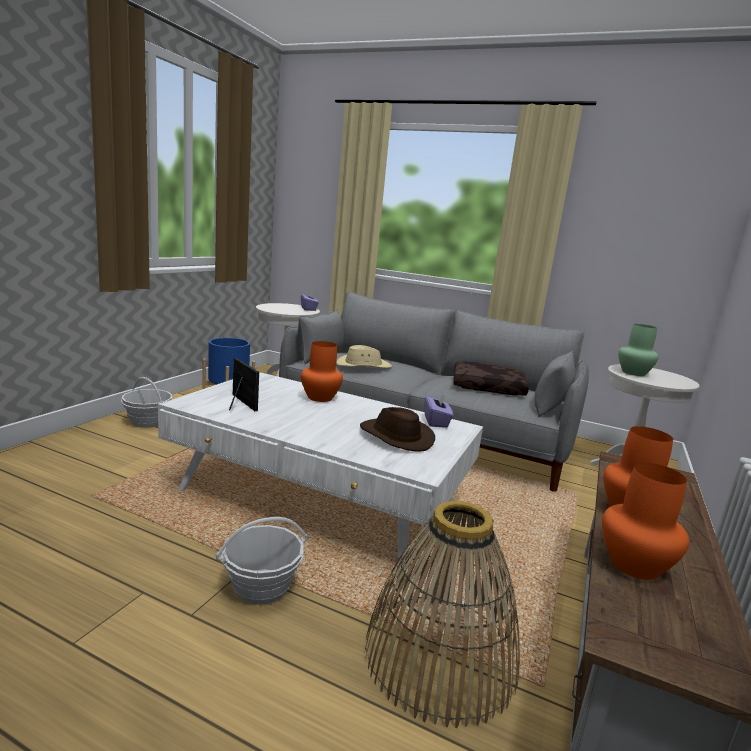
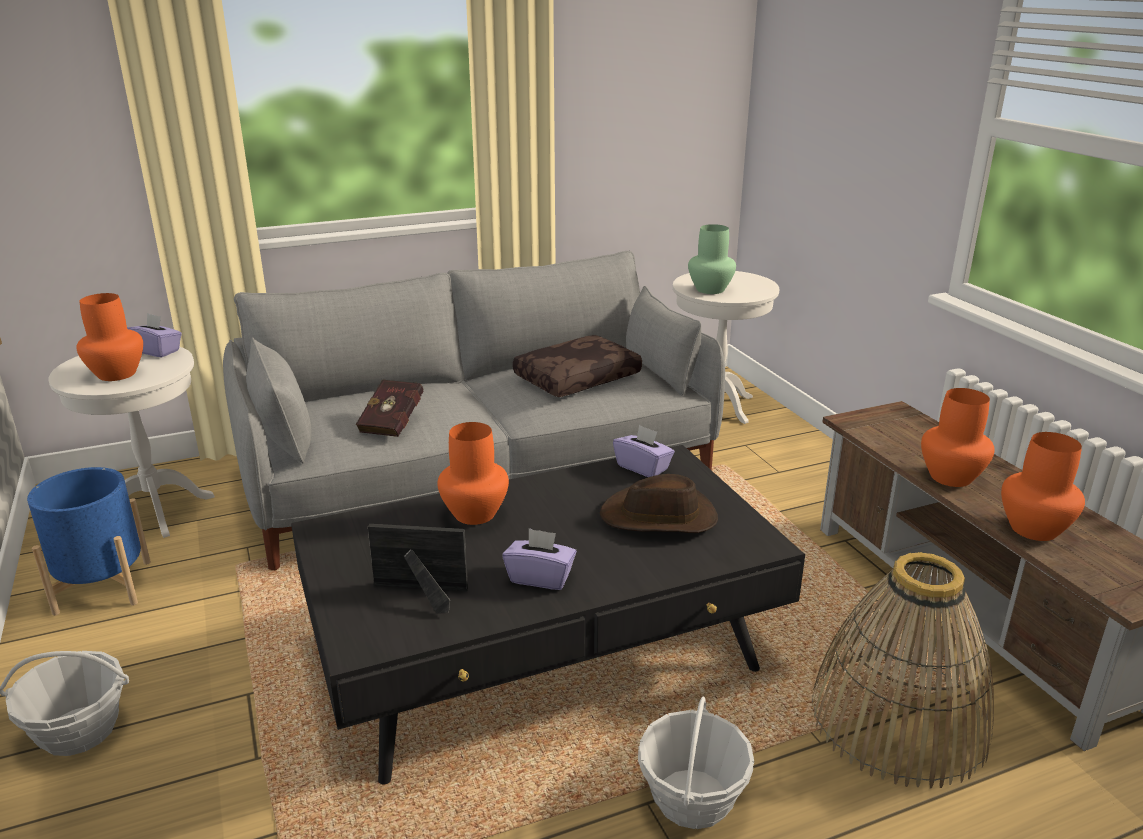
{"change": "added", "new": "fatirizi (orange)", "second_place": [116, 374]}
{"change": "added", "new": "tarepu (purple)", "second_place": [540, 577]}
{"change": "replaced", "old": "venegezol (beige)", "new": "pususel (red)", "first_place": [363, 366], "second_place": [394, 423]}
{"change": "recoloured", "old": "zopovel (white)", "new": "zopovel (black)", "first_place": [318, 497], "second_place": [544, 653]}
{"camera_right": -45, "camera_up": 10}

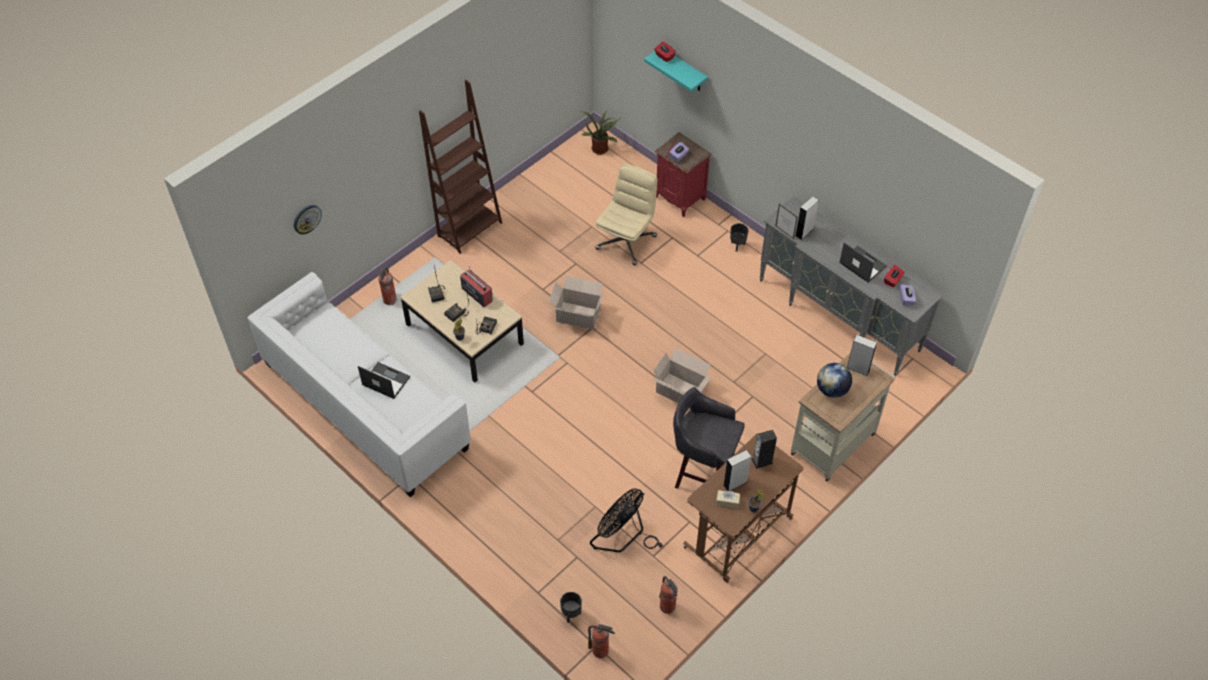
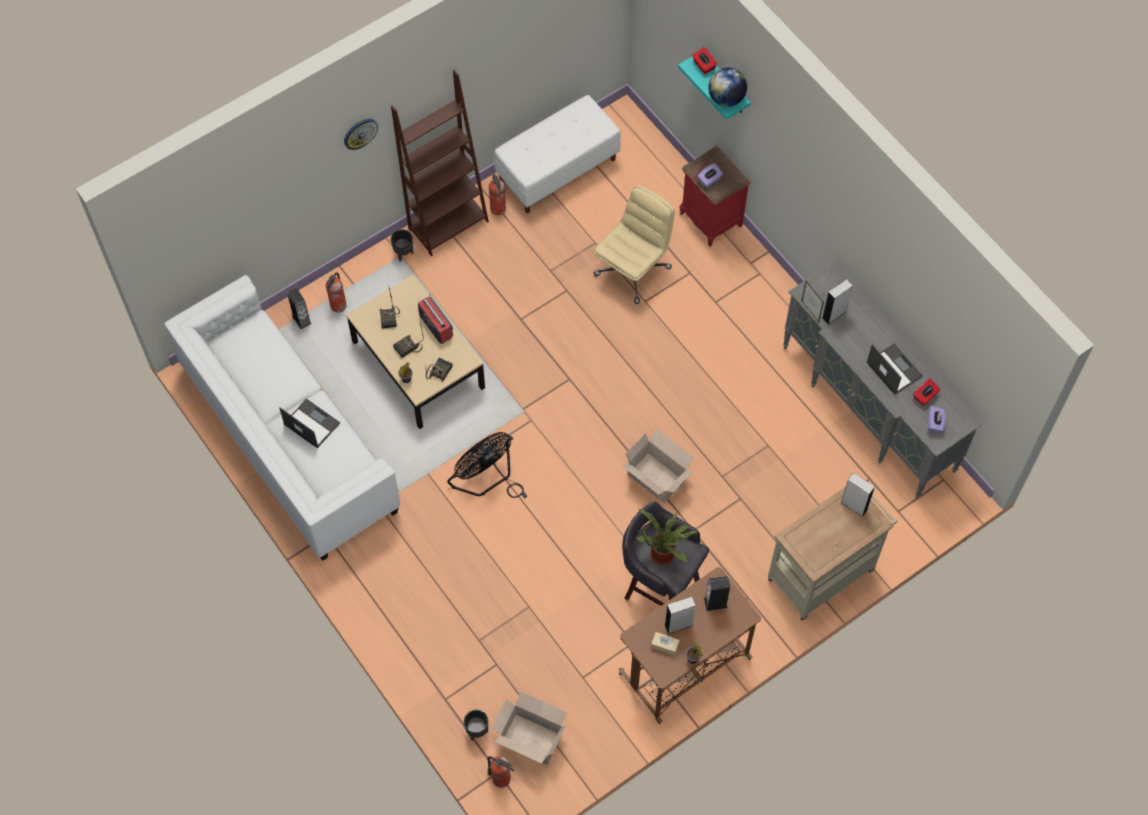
{"change": "added", "new": "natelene", "second_place": [302, 320]}
{"change": "added", "new": "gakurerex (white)", "second_place": [557, 169]}
{"change": "moved", "old": "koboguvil", "first_place": [307, 219], "second_place": [360, 133]}
{"change": "moved", "old": "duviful", "first_place": [577, 315], "second_place": [530, 738]}
{"change": "moved", "old": "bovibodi", "first_place": [601, 148], "second_place": [664, 552]}
{"change": "moved", "old": "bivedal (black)", "first_place": [626, 534], "second_place": [490, 478]}
{"change": "moved", "old": "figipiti", "first_place": [668, 607], "second_place": [498, 209]}
{"change": "moved", "old": "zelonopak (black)", "first_place": [737, 245], "second_place": [404, 254]}
{"change": "moved", "old": "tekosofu", "first_place": [832, 390], "second_place": [726, 98]}
{"camera_right": 10, "camera_up": 10}

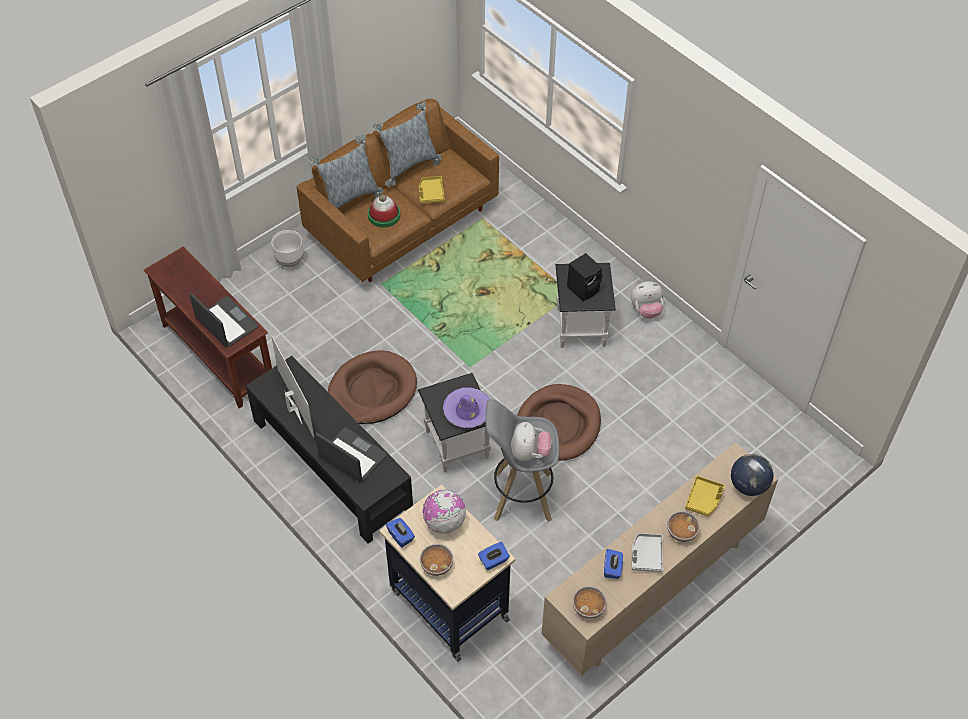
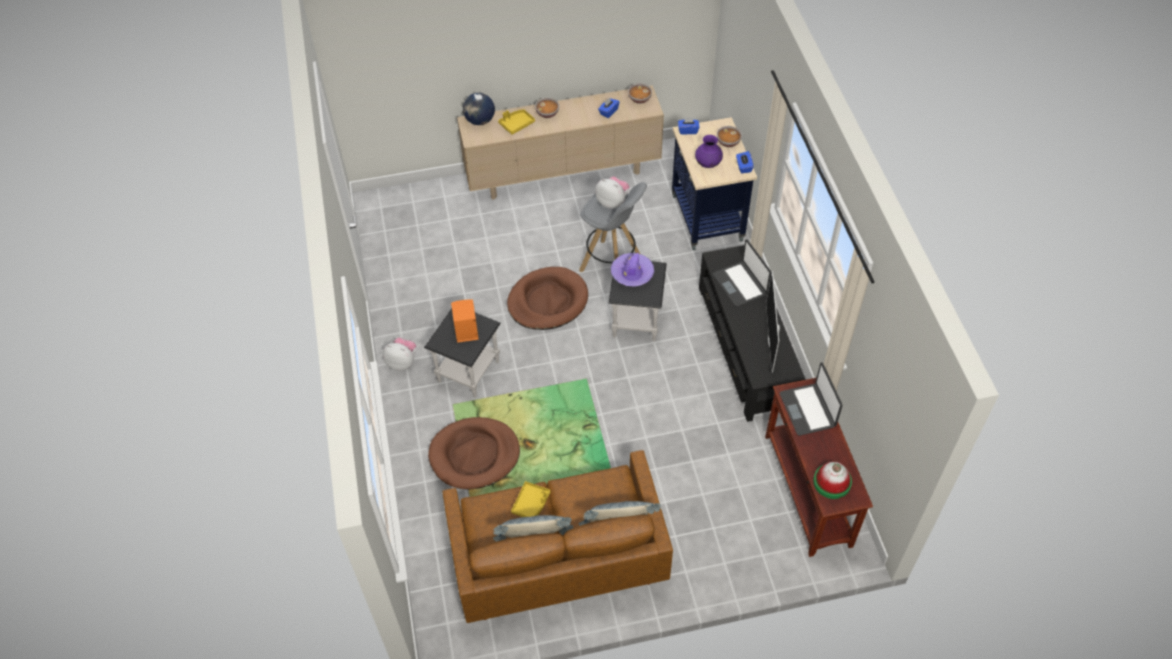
{"change": "removed", "old": "zelonopak (white)", "first_place": [290, 261]}
{"change": "removed", "old": "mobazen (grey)", "first_place": [646, 555]}
{"change": "moved", "old": "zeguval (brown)", "first_place": [372, 390], "second_place": [474, 455]}
{"change": "moved", "old": "venegezol", "first_place": [384, 215], "second_place": [832, 482]}
{"change": "replaced", "old": "tekosofu", "new": "fatirizi (purple)", "first_place": [444, 522], "second_place": [708, 164]}
{"change": "recoloured", "old": "natelene (black)", "new": "natelene (orange)", "first_place": [584, 288], "second_place": [465, 331]}
{"change": "turned", "old": "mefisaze", "first_place": [529, 453], "second_place": [612, 202], "degrees": 90}
{"camera_right": -150, "camera_up": 0}

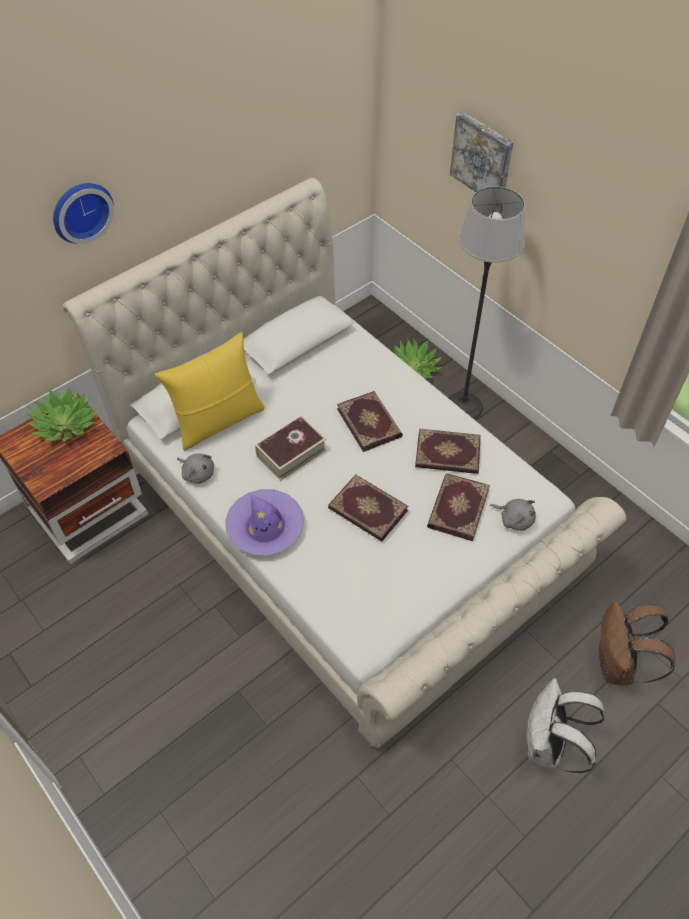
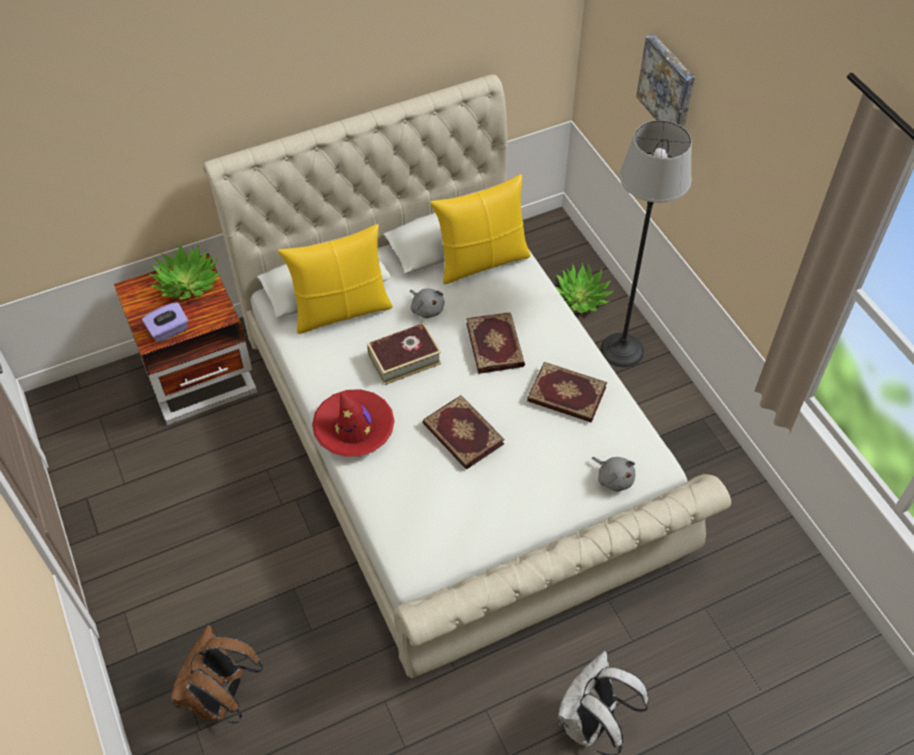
{"change": "removed", "old": "koboguvil", "first_place": [80, 210]}
{"change": "removed", "old": "pususel", "first_place": [457, 508]}
{"change": "added", "new": "tarepu (purple)", "second_place": [169, 331]}
{"change": "added", "new": "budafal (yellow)", "second_place": [482, 261]}
{"change": "moved", "old": "mefisaze (grey)", "first_place": [197, 473], "second_place": [426, 309]}
{"change": "moved", "old": "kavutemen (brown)", "first_place": [617, 666], "second_place": [222, 698]}
{"change": "recoloured", "old": "venegezol (purple)", "new": "venegezol (red)", "first_place": [265, 527], "second_place": [354, 428]}
{"camera_right": 15, "camera_up": 0}

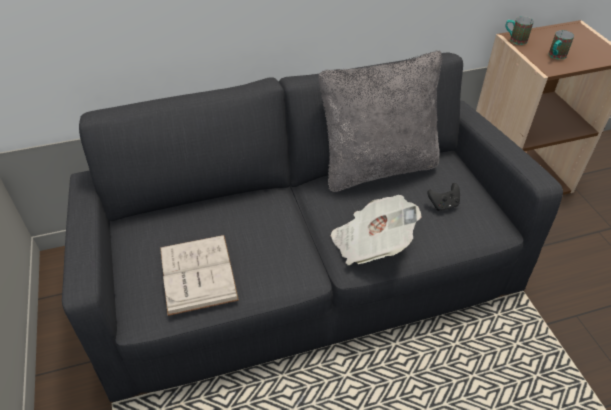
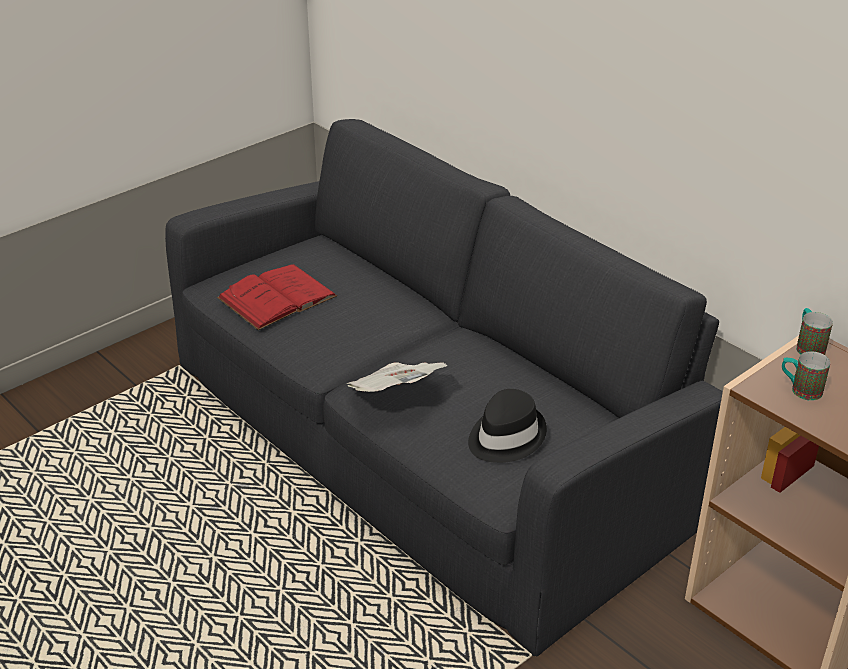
{"change": "removed", "old": "budafal (grey)", "first_place": [379, 170]}
{"change": "replaced", "old": "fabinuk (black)", "new": "venegezol (black)", "first_place": [443, 205], "second_place": [505, 437]}
{"change": "recoloured", "old": "pususel (white)", "new": "pususel (red)", "first_place": [198, 273], "second_place": [277, 297]}
{"camera_right": 65, "camera_up": -10}

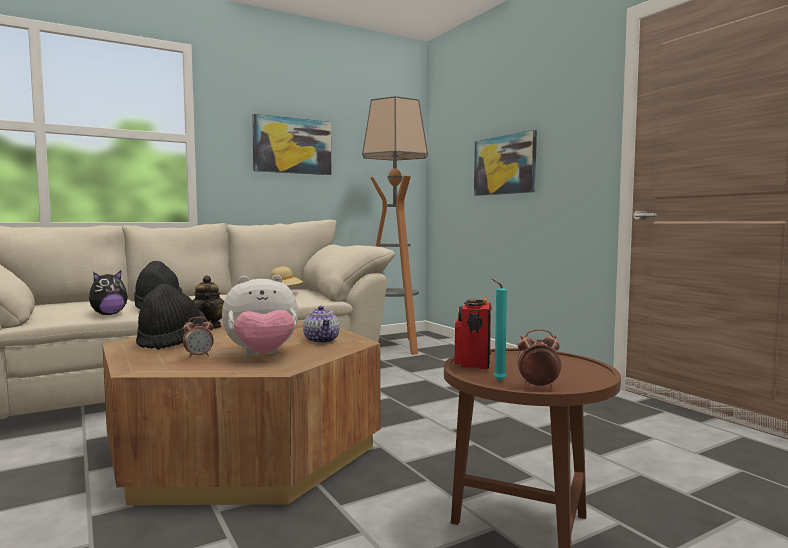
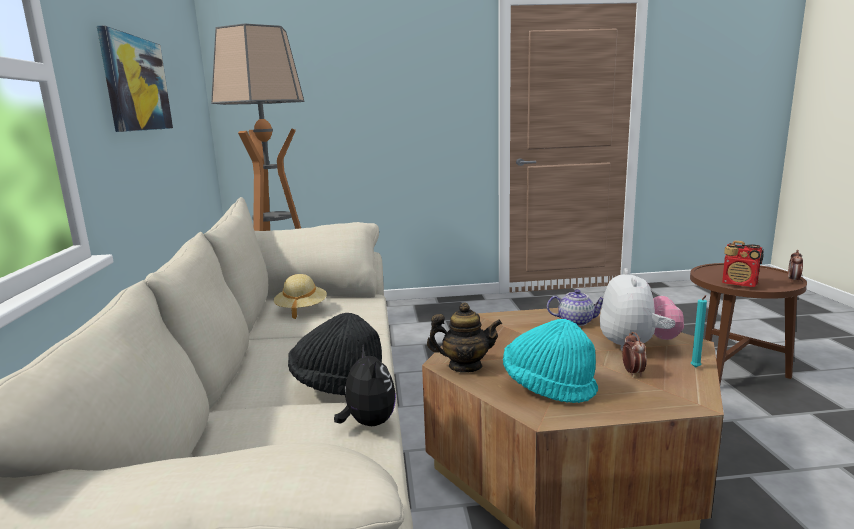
{"change": "removed", "old": "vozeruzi", "first_place": [504, 165]}
{"change": "moved", "old": "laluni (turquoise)", "first_place": [497, 381], "second_place": [695, 368]}
{"change": "recoloured", "old": "venegezol (black)", "new": "venegezol (turquoise)", "first_place": [171, 341], "second_place": [548, 387]}
{"camera_right": -65, "camera_up": 10}

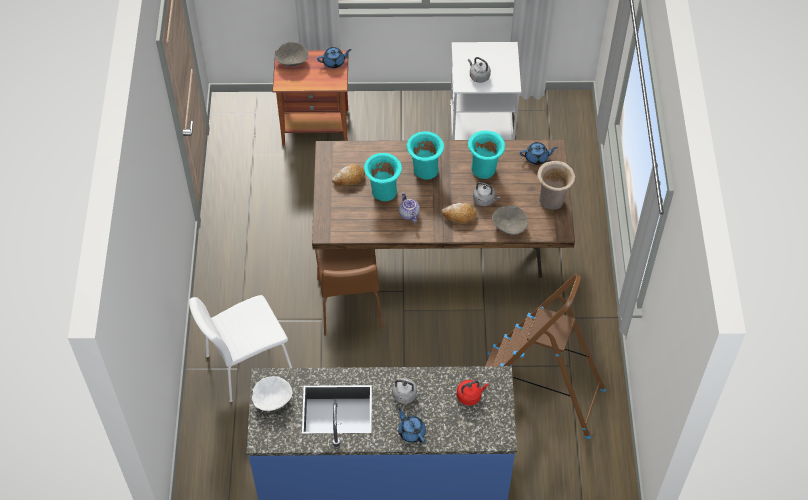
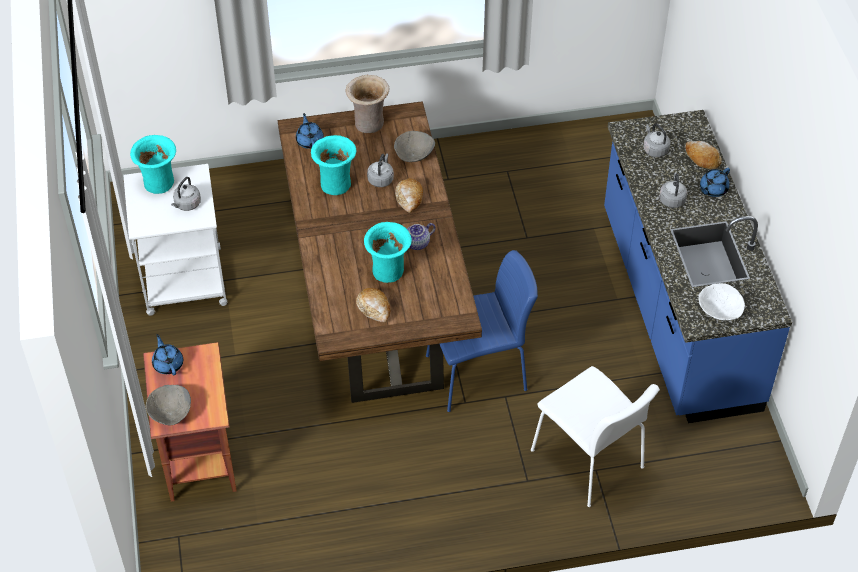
{"change": "removed", "old": "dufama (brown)", "first_place": [537, 394]}
{"change": "added", "new": "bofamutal", "second_place": [702, 158]}
{"change": "moved", "old": "fatirizi (turquoise)", "first_place": [424, 170], "second_place": [160, 184]}
{"change": "recoloured", "old": "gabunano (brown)", "new": "gabunano (blue)", "first_place": [350, 306], "second_place": [480, 372]}
{"change": "recoloured", "old": "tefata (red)", "new": "tefata (grey)", "first_place": [470, 396], "second_place": [654, 149]}
{"camera_right": -100, "camera_up": -5}

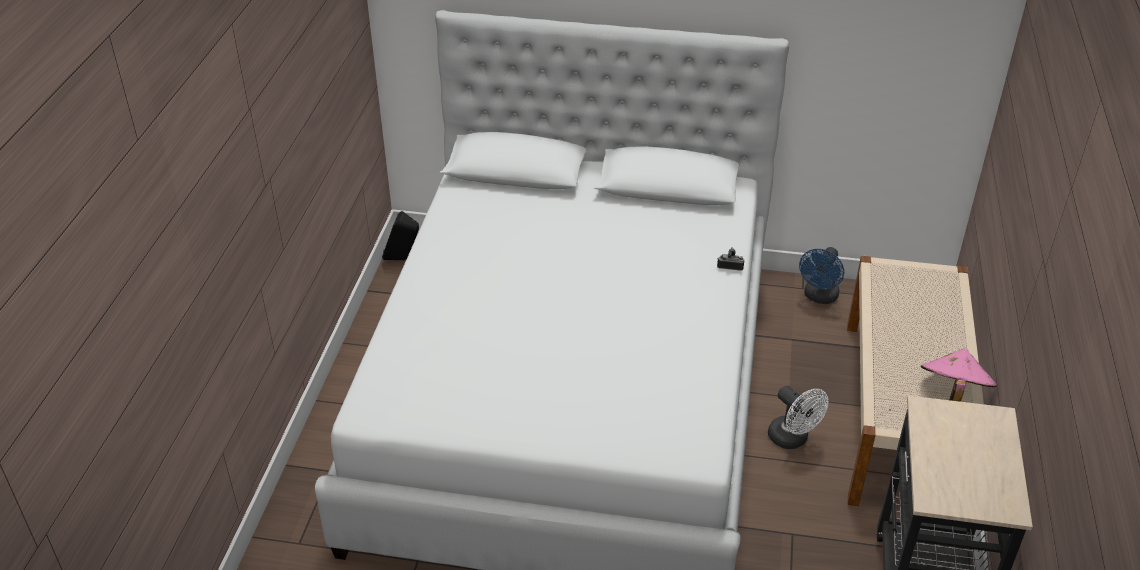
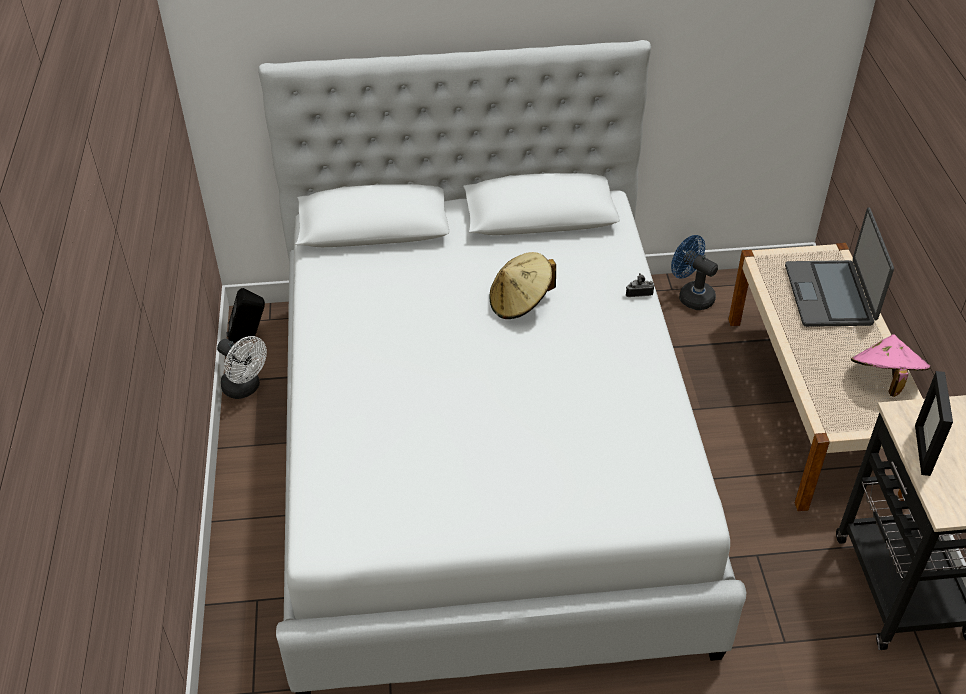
{"change": "added", "new": "venegezol (beige)", "second_place": [520, 303]}
{"change": "added", "new": "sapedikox", "second_place": [830, 295]}
{"change": "added", "new": "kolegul", "second_place": [924, 450]}
{"change": "moved", "old": "bivedal (white)", "first_place": [792, 439], "second_place": [245, 388]}
{"change": "turned", "old": "bivedal (blue)", "first_place": [819, 297], "second_place": [691, 296], "degrees": 120}
{"camera_right": -15, "camera_up": 5}

